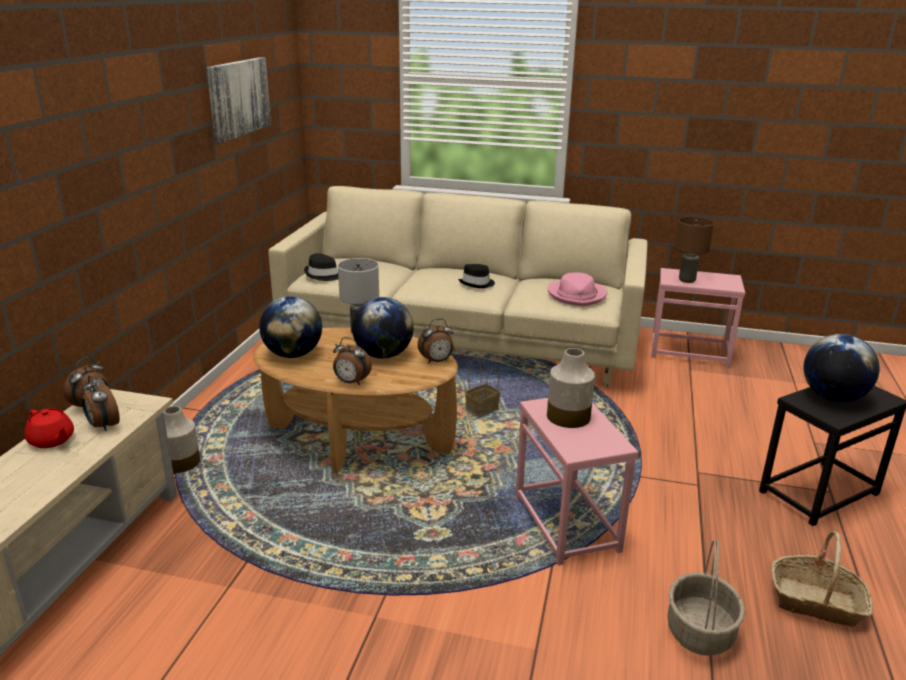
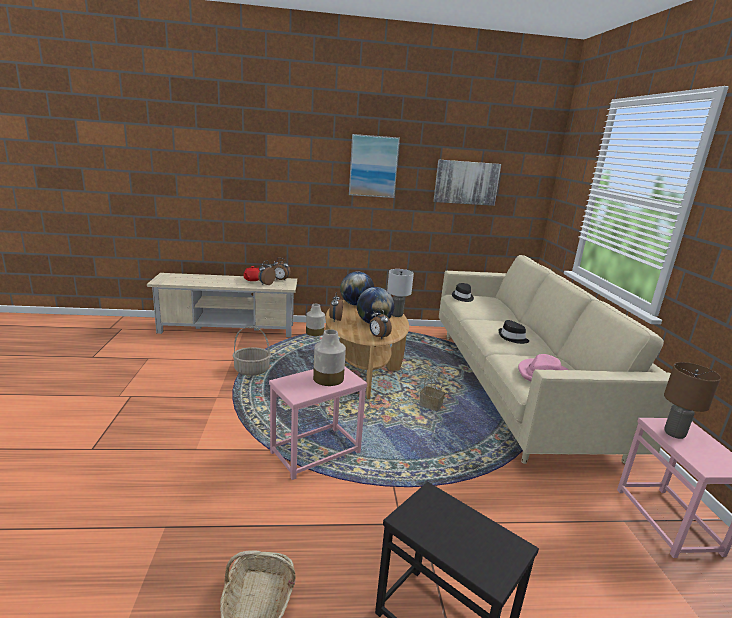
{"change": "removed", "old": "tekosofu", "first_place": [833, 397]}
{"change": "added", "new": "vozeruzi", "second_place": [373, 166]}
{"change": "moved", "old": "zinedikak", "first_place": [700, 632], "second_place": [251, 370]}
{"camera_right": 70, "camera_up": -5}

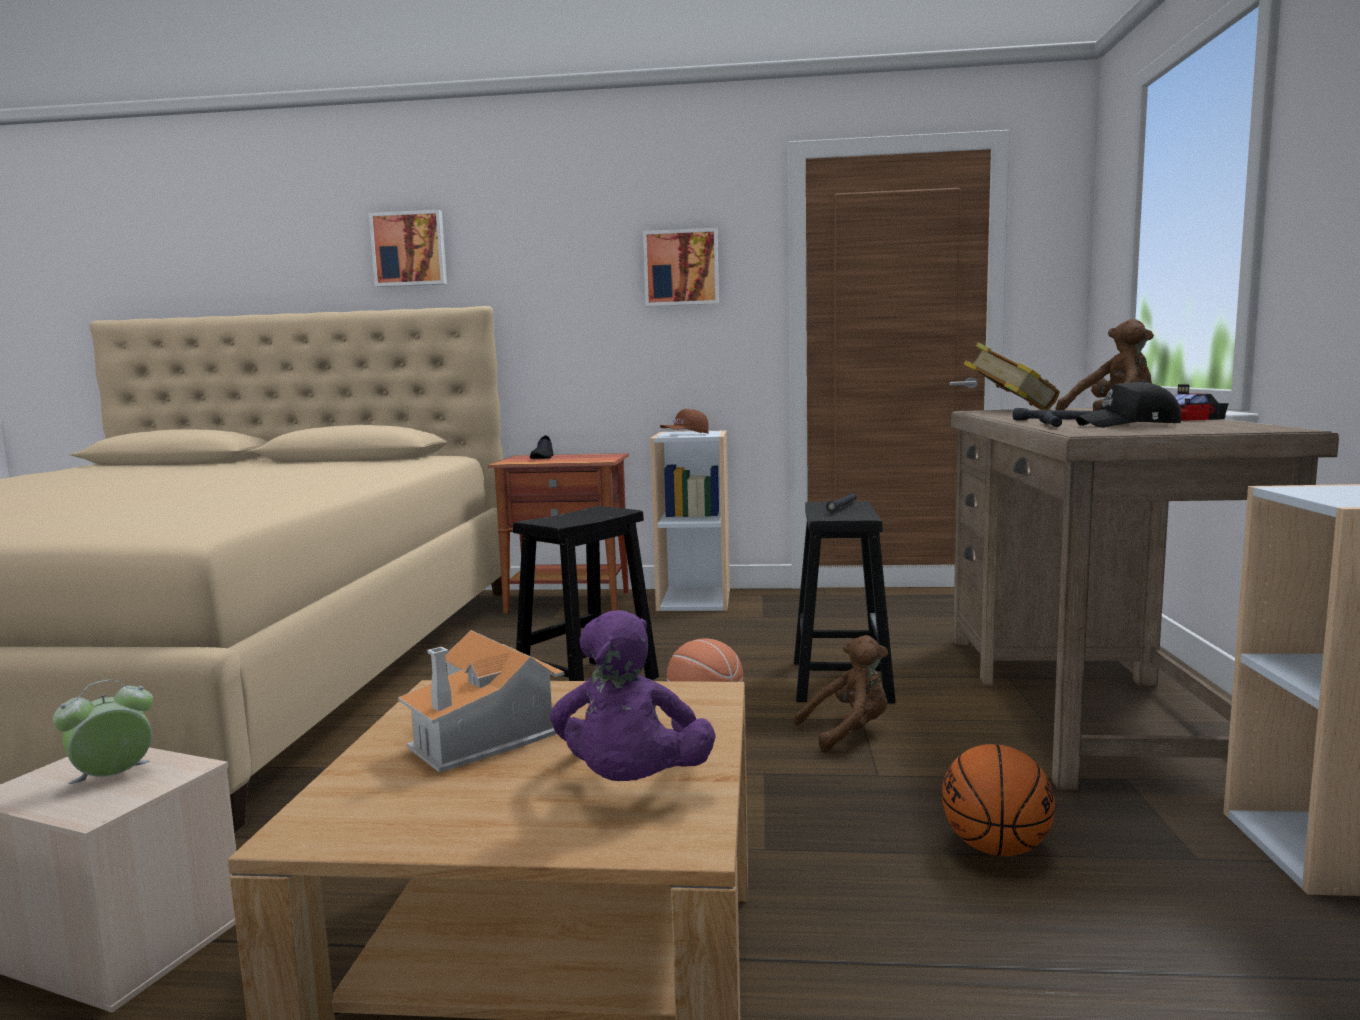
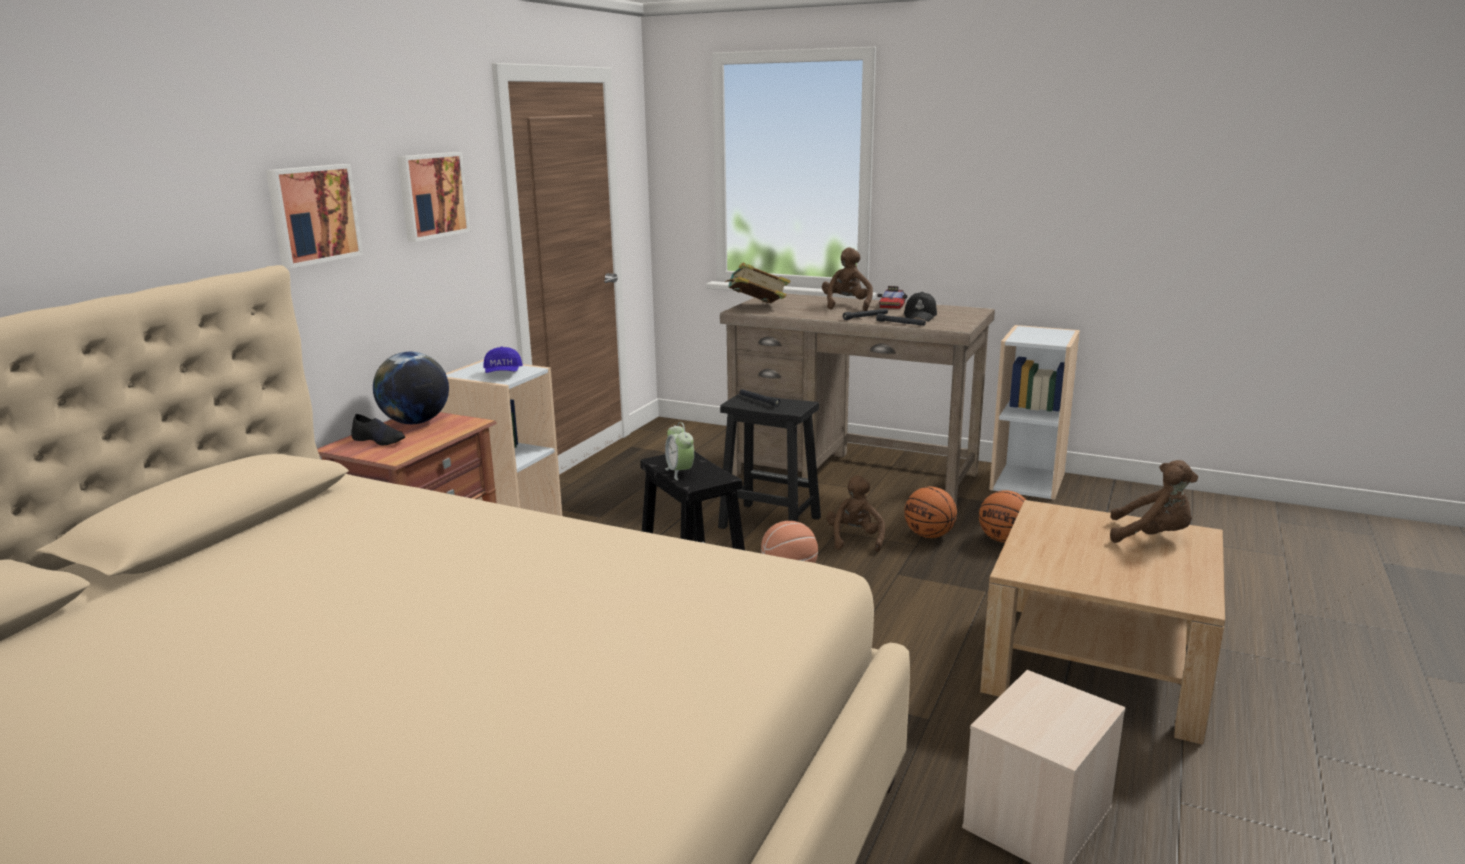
{"change": "removed", "old": "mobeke", "first_place": [485, 735]}
{"change": "added", "new": "tekosofu", "second_place": [415, 422]}
{"change": "added", "new": "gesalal", "second_place": [929, 535]}
{"change": "moved", "old": "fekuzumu", "first_place": [113, 777], "second_place": [680, 472]}
{"change": "moved", "old": "vozeruzi", "first_place": [409, 249], "second_place": [313, 214]}
{"change": "recoloured", "old": "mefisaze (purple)", "new": "mefisaze (brown)", "first_place": [631, 785], "second_place": [1152, 536]}
{"change": "recoloured", "old": "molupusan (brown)", "new": "molupusan (blue)", "first_place": [685, 434], "second_place": [503, 374]}
{"camera_right": -70, "camera_up": 10}

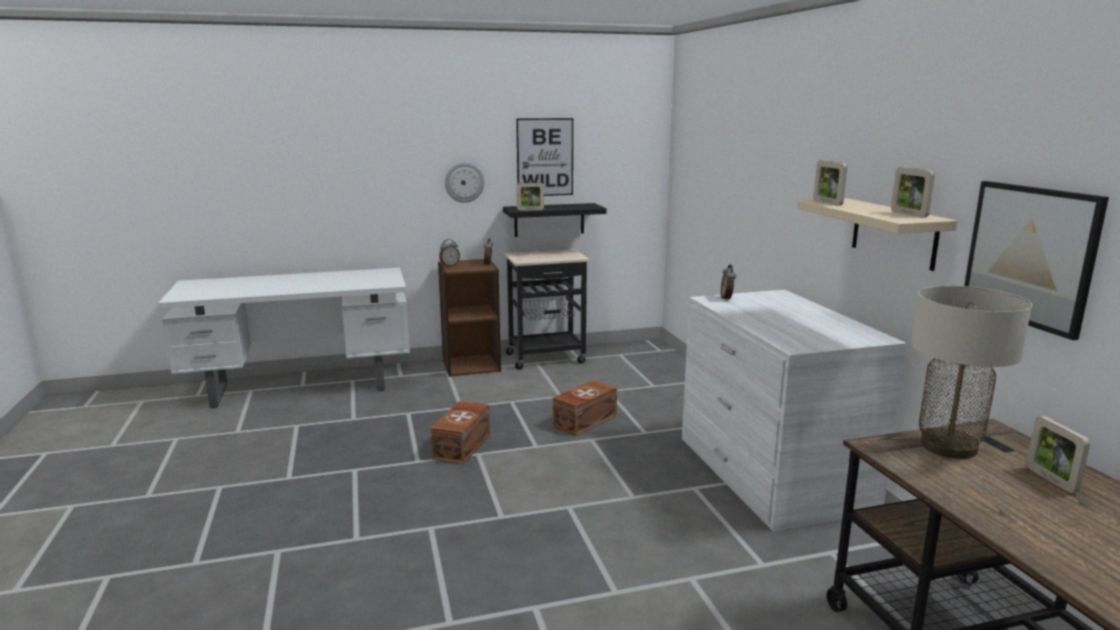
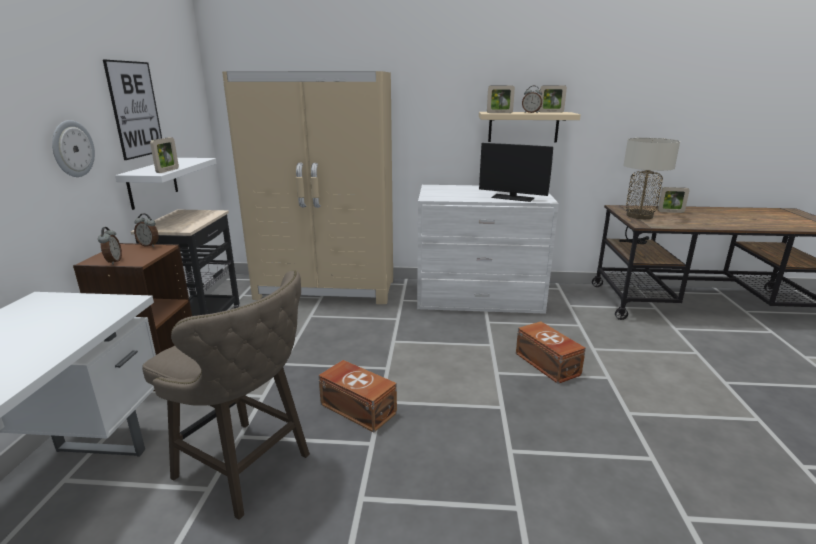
{"change": "removed", "old": "vozeruzi", "first_place": [1030, 255]}
{"change": "added", "new": "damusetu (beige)", "second_place": [247, 468]}
{"change": "added", "new": "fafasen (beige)", "second_place": [326, 290]}
{"change": "added", "new": "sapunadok", "second_place": [512, 198]}
{"change": "moved", "old": "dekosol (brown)", "first_place": [583, 421], "second_place": [547, 364]}
{"change": "moved", "old": "fekuzumu", "first_place": [727, 298], "second_place": [531, 112]}
{"change": "recoloured", "old": "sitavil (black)", "new": "sitavil (white)", "first_place": [549, 220], "second_place": [153, 182]}
{"camera_right": -70, "camera_up": 5}

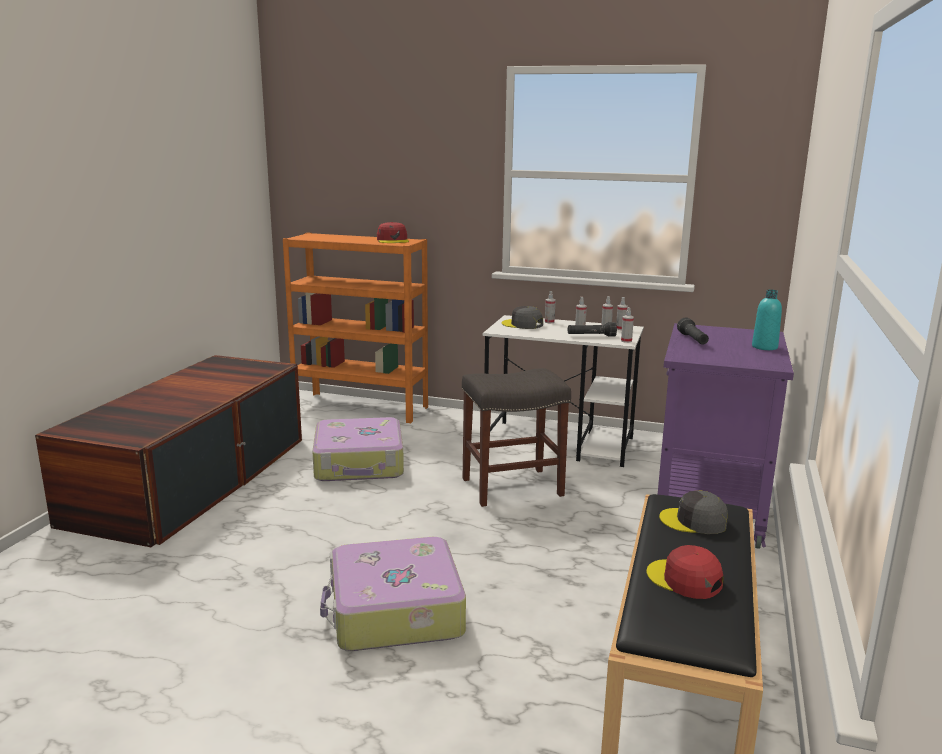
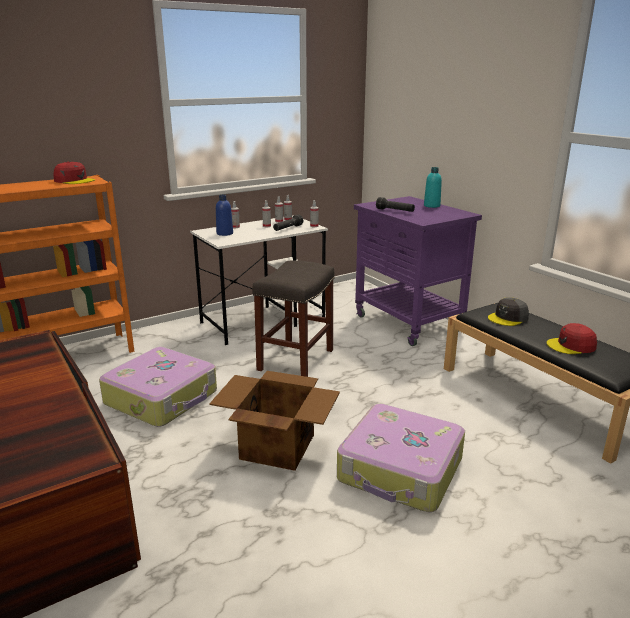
{"change": "added", "new": "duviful", "second_place": [276, 446]}
{"change": "replaced", "old": "molupusan (grey)", "new": "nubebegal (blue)", "first_place": [522, 324], "second_place": [224, 233]}
{"camera_right": -50, "camera_up": 5}

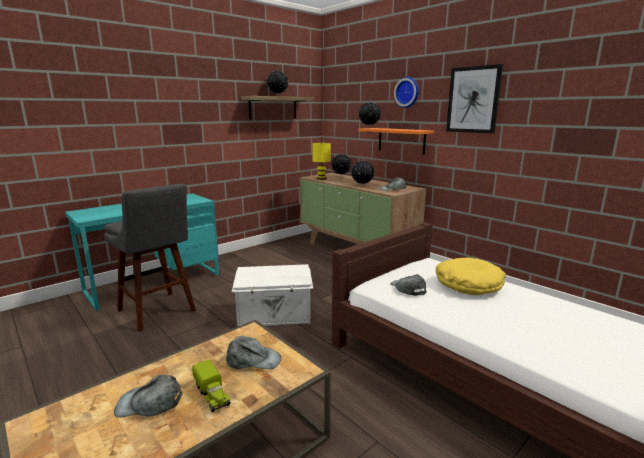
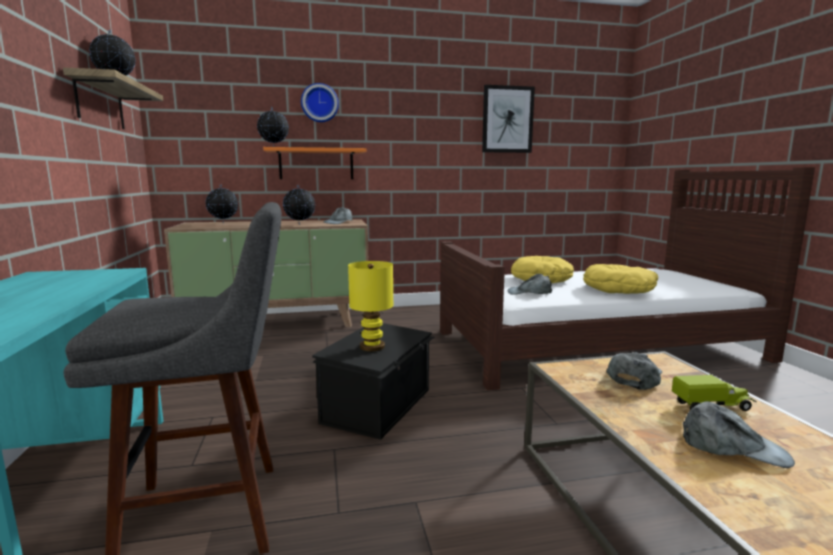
{"change": "added", "new": "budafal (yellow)", "second_place": [618, 289]}
{"change": "moved", "old": "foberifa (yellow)", "first_place": [321, 179], "second_place": [372, 347]}
{"change": "moved", "old": "vozeruzi", "first_place": [473, 100], "second_place": [507, 119]}
{"change": "recoloured", "old": "dekosol (white)", "new": "dekosol (black)", "first_place": [275, 314], "second_place": [379, 405]}
{"change": "turned", "old": "molupusan (grey)", "first_place": [149, 403], "second_place": [733, 447], "degrees": -90}
{"camera_right": -60, "camera_up": -5}

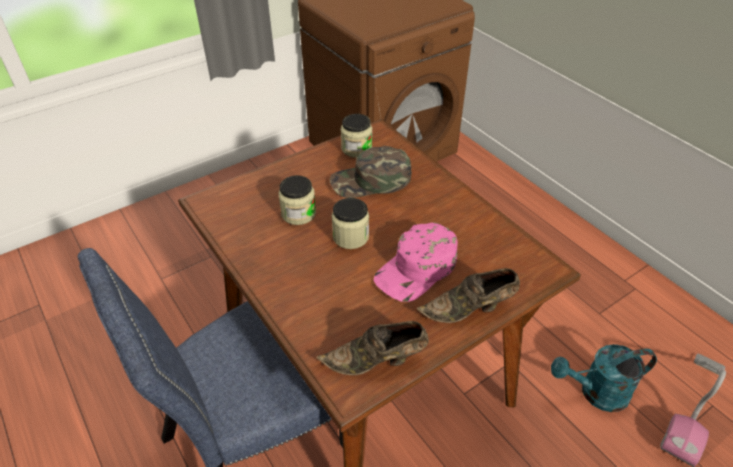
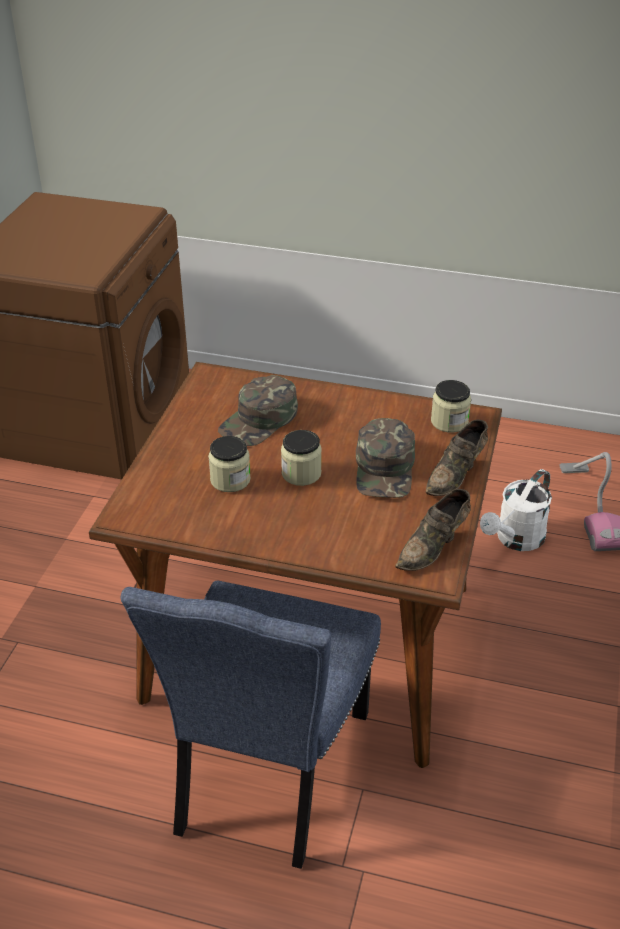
{"change": "moved", "old": "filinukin", "first_place": [356, 149], "second_place": [449, 422]}
{"change": "recoloured", "old": "molupusan (pink)", "new": "molupusan (green)", "first_place": [417, 269], "second_place": [385, 468]}
{"change": "recoloured", "old": "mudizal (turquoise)", "new": "mudizal (white)", "first_place": [596, 393], "second_place": [515, 540]}
{"camera_right": -40, "camera_up": -5}

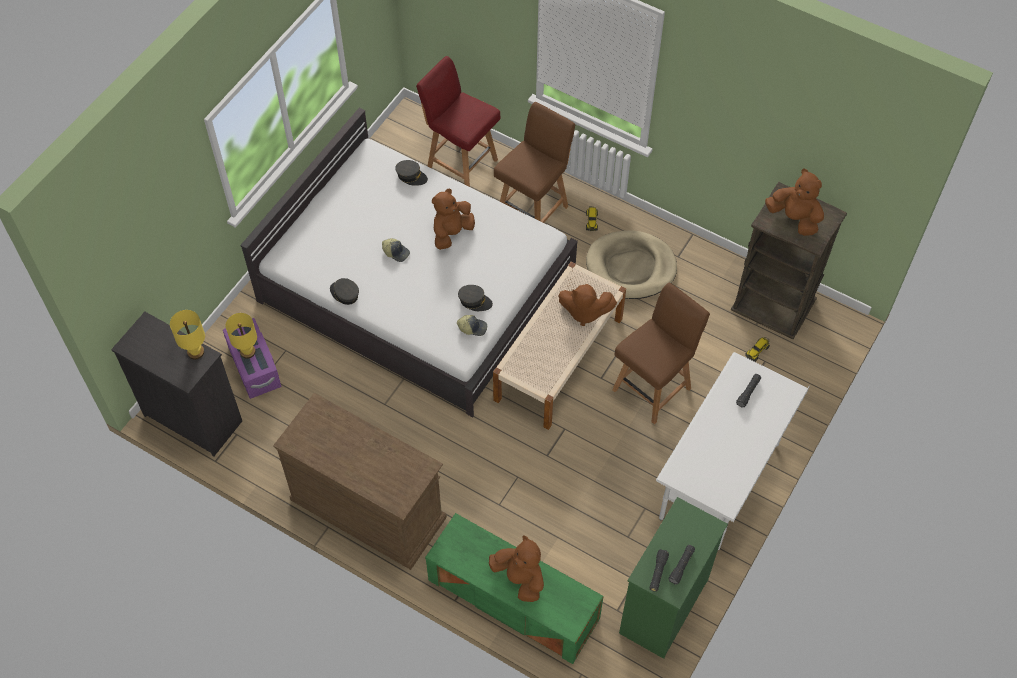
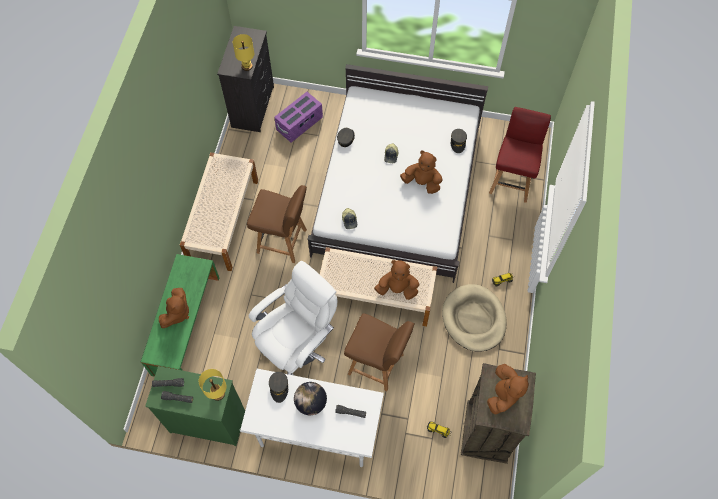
{"change": "added", "new": "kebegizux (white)", "second_place": [298, 345]}
{"change": "added", "new": "tekosofu", "second_place": [311, 403]}
{"change": "moved", "old": "foberifa (yellow)", "first_place": [248, 351], "second_place": [218, 394]}
{"change": "moved", "old": "molupusan (grey)", "first_place": [474, 301], "second_place": [279, 388]}
{"change": "moved", "old": "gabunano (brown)", "first_place": [533, 210], "second_place": [283, 241]}
{"change": "replaced", "old": "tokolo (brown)", "new": "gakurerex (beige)", "first_place": [368, 509], "second_place": [223, 220]}
{"change": "turned", "old": "mefisaze (brown)", "first_place": [584, 312], "second_place": [397, 289], "degrees": 105}
{"camera_right": 70, "camera_up": 5}

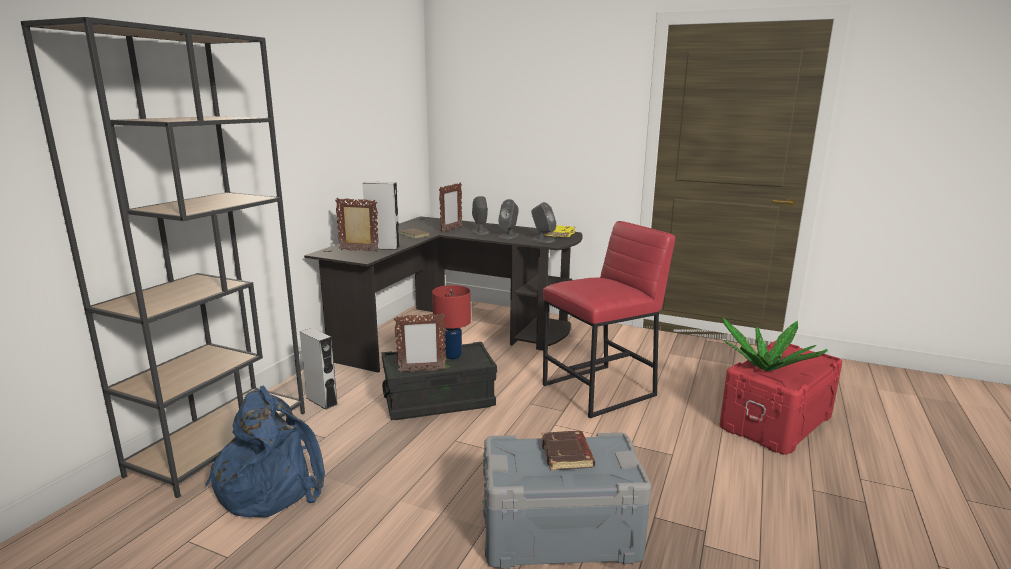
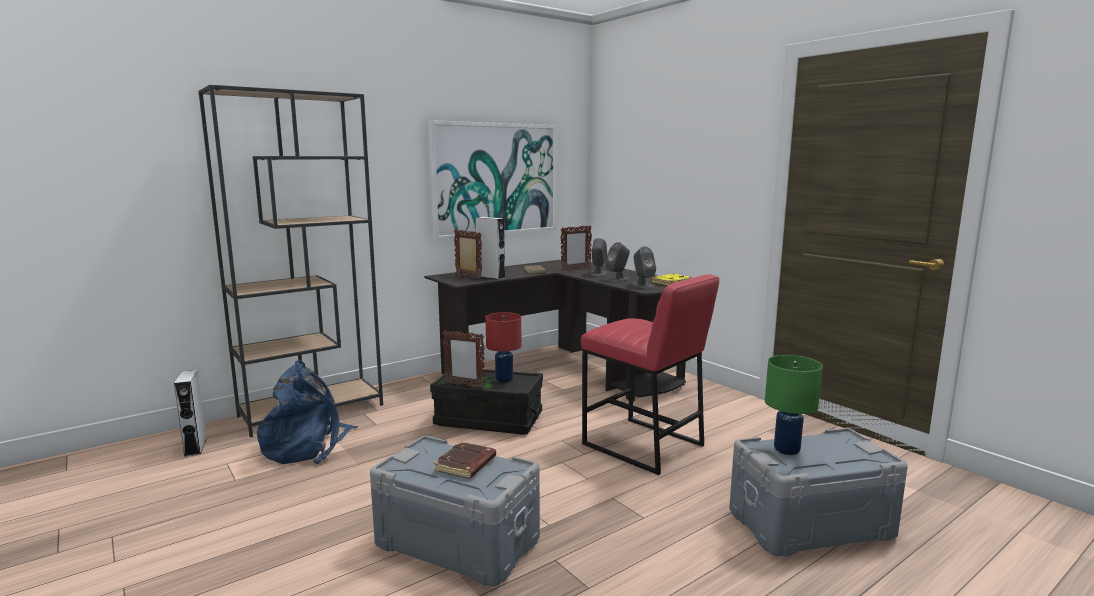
{"change": "added", "new": "vozeruzi", "second_place": [495, 179]}
{"change": "moved", "old": "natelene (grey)", "first_place": [321, 401], "second_place": [195, 447]}
{"change": "replaced", "old": "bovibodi", "new": "foberifa (green)", "first_place": [765, 368], "second_place": [787, 449]}
{"change": "recoloured", "old": "dekosol (red)", "new": "dekosol (grey)", "first_place": [777, 422], "second_place": [811, 525]}
{"change": "turned", "old": "gabunano (red)", "first_place": [600, 390], "second_place": [644, 445], "degrees": 45}
{"camera_right": 30, "camera_up": -5}

